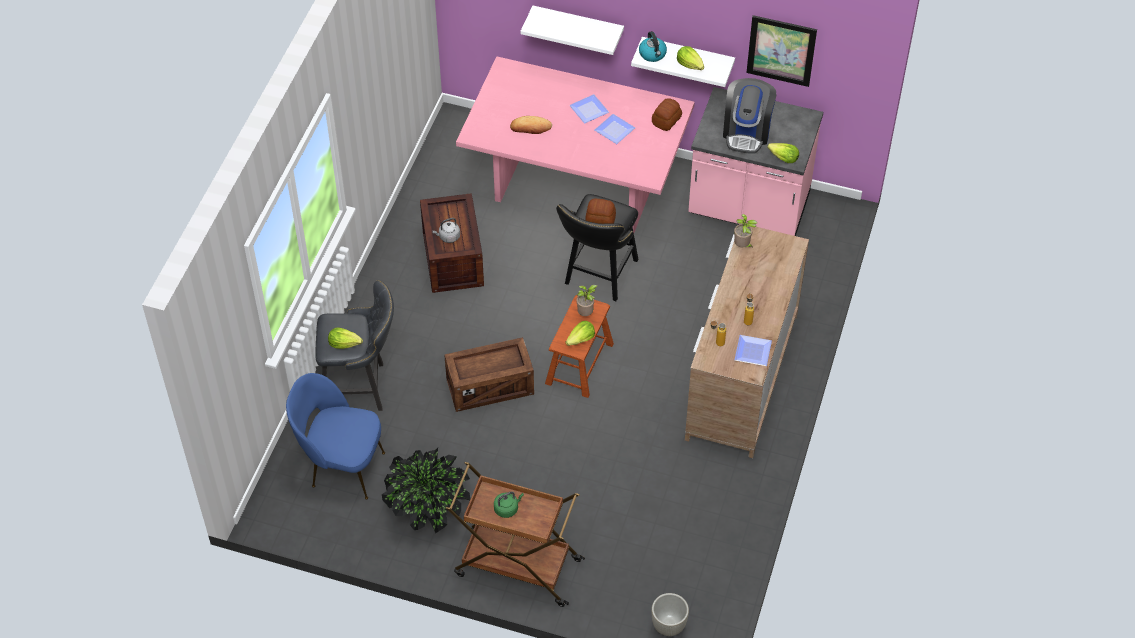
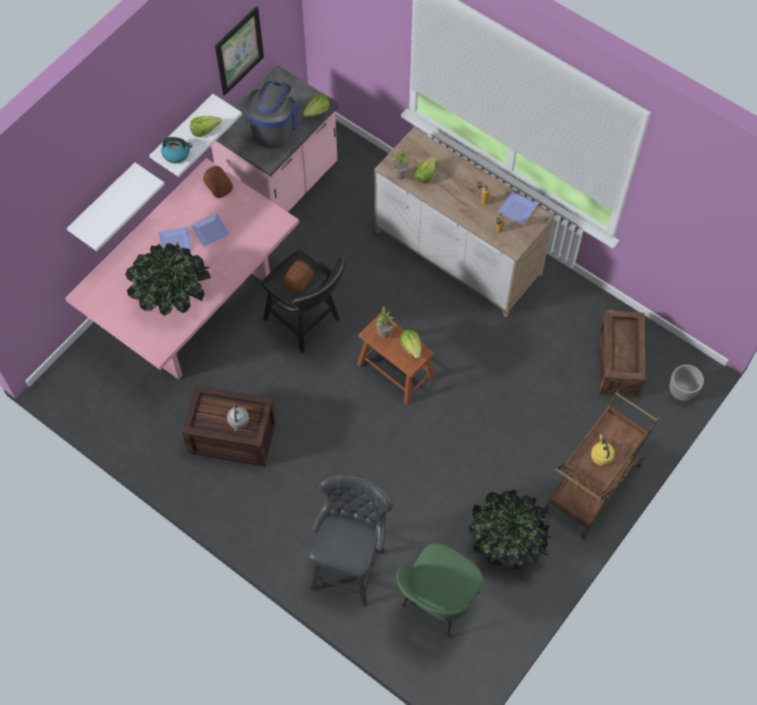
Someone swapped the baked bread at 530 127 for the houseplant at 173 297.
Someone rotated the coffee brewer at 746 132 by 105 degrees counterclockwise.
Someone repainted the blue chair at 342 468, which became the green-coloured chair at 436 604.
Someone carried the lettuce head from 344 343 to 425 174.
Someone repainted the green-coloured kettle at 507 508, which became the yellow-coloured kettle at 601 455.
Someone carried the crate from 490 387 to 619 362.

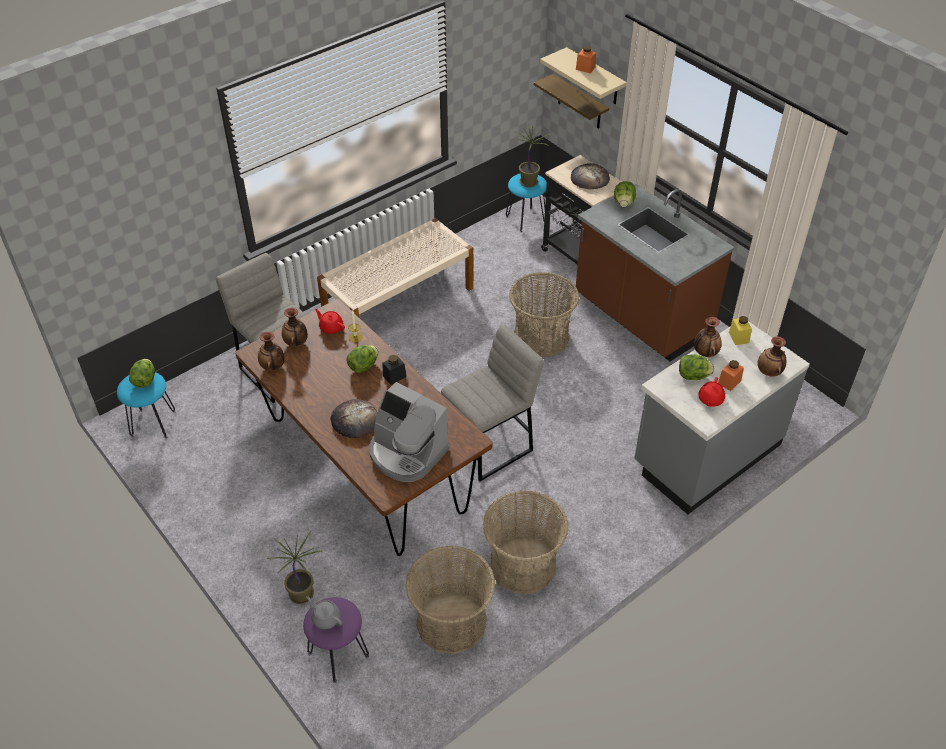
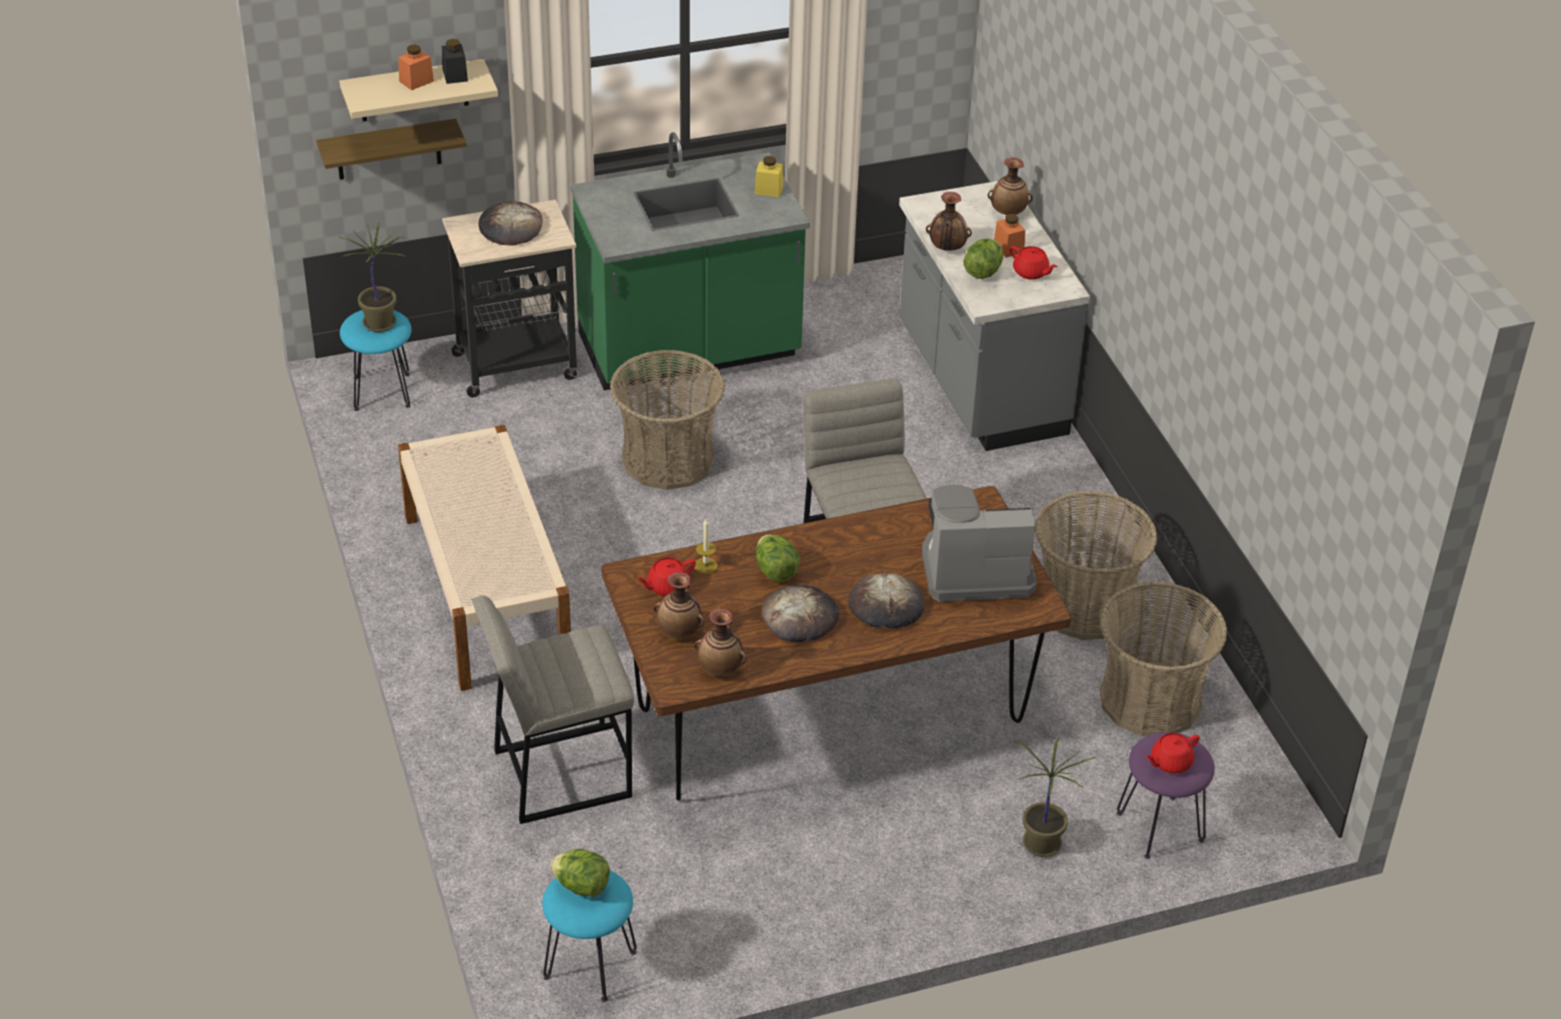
Someone carried the black storage jar from 394 376 to 455 75.
Someone repainted the brown counter at 641 317, which became the green-coloured counter at 689 350.
Someone carried the yellow-coloured storage jar from 738 337 to 768 190.
Someone put down the baked bread at 800 617.
Someone rotated the coffee brewer at 406 453 by 150 degrees counterclockwise.
Someone repainted the grey pot for tea at 326 618, which became the reddish pot for tea at 1170 762.
Someone took away the lettuce head at 623 203.

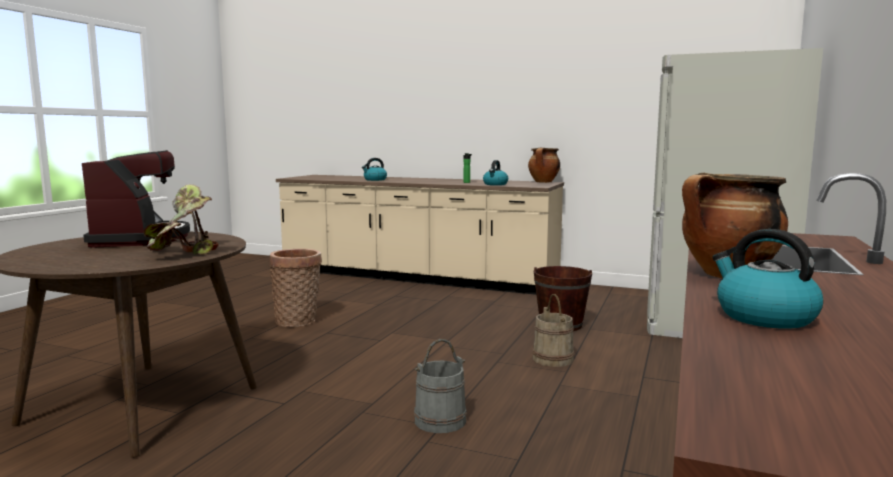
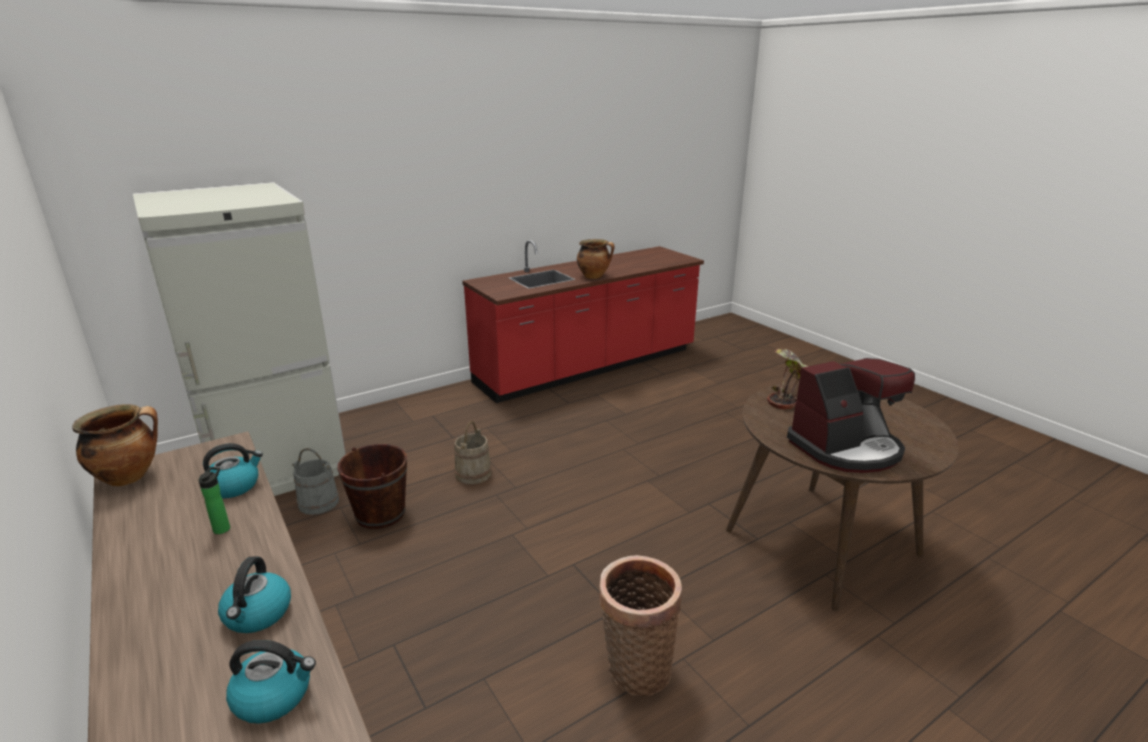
Someone carried the kettle from 763 317 to 258 614.
Someone carried the grey pail from 440 421 to 319 502.
Someone rotated the coffee brewer at 140 239 by 135 degrees counterclockwise.

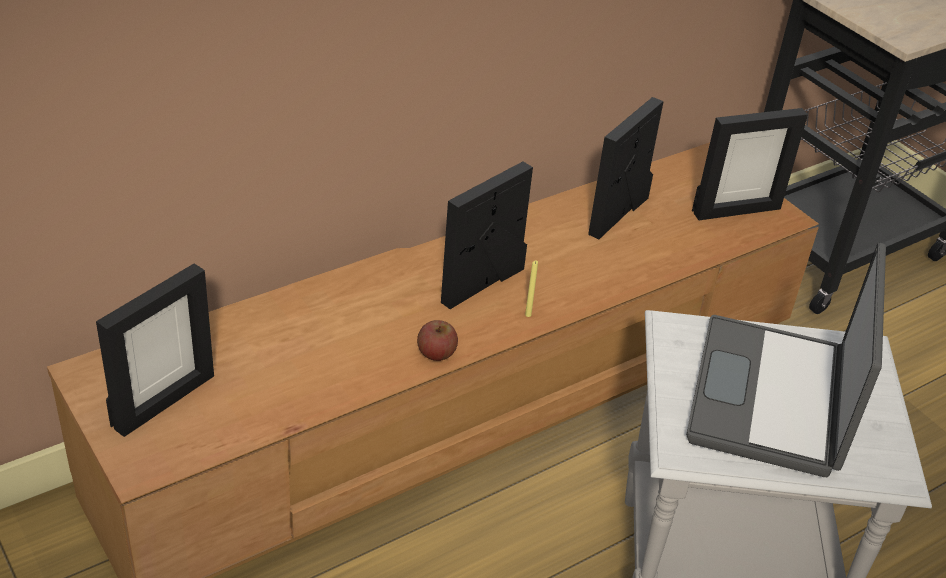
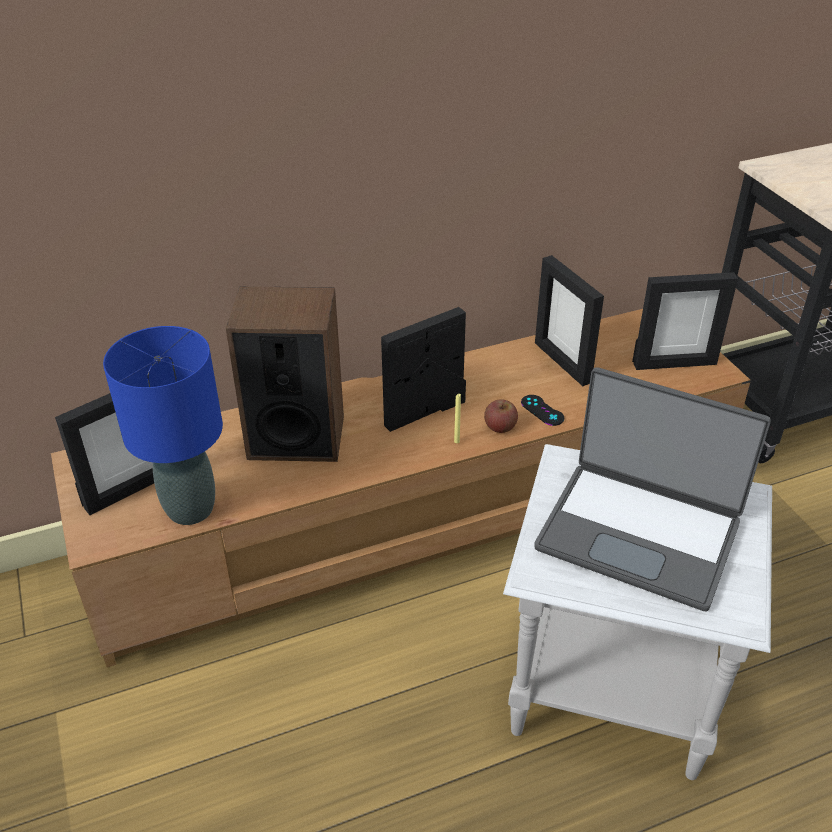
Someone put down the blue tabletop lamp at 190 508.
Someone put down the speaker at 296 437.
Someone carried the whole apple from 436 353 to 500 427.
Someone put down the black gamepad at 542 410.
Someone rotated the notebook computer at 773 398 by 90 degrees counterclockwise.
Someone rotated the picture frame at 618 216 by 75 degrees counterclockwise.

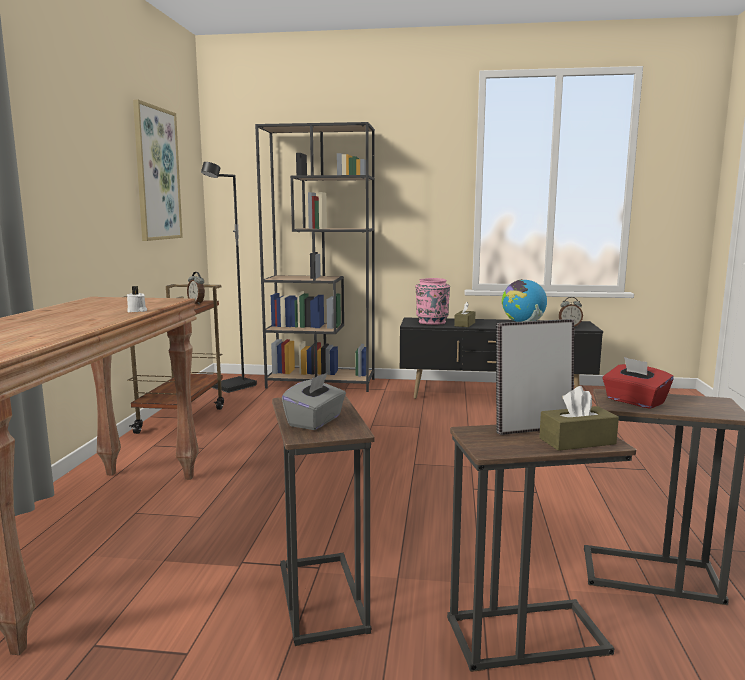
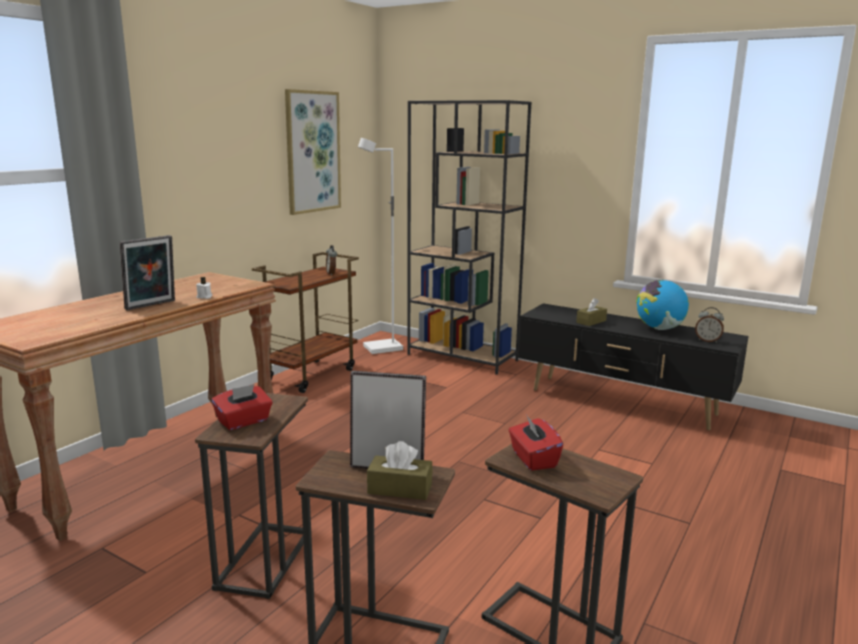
Someone put down the picture frame at 152 305.
Someone repainted the grey tissue holder at 315 421, which became the reddish tissue holder at 244 421.
Someone repainted the black standing lamp at 234 387, which became the white-coloured standing lamp at 382 348.
Someone took away the pinkish vase at 432 322.

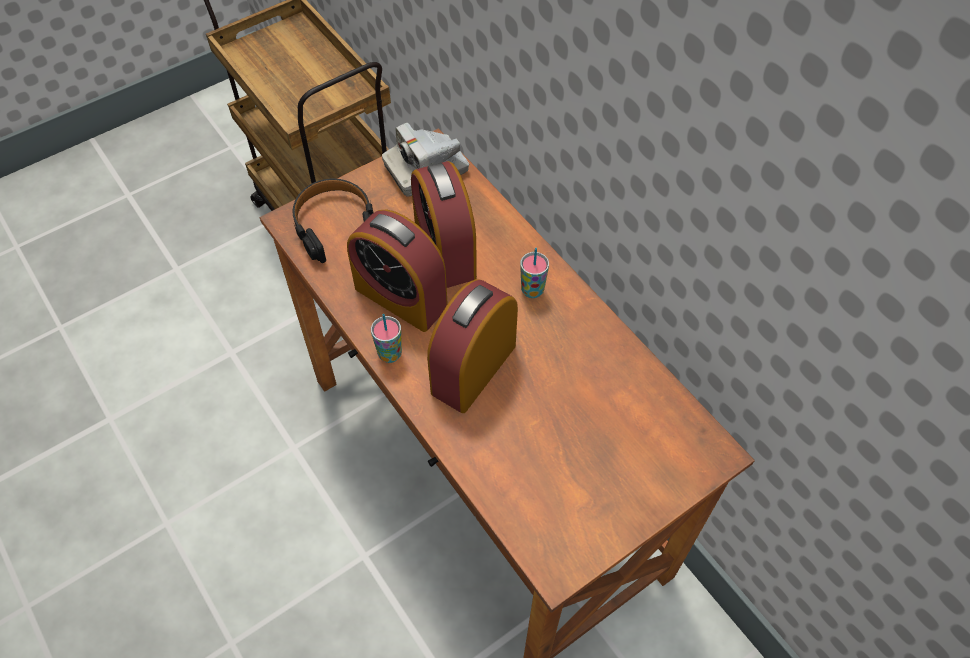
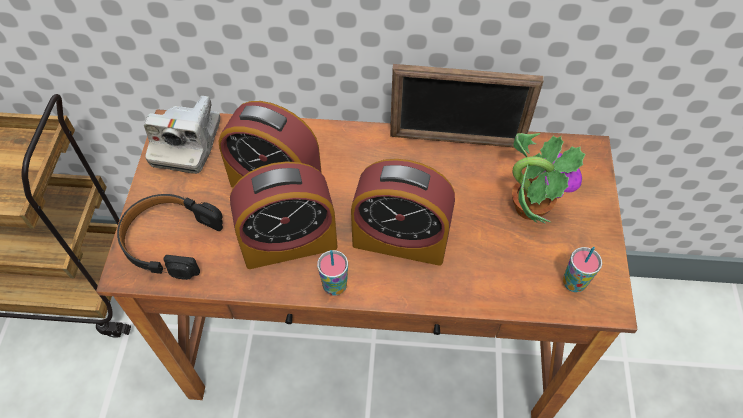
Someone rotated the bedside clock at 473 369 by 60 degrees counterclockwise.
Someone put down the picture frame at 456 140.
Someone put down the houseplant at 529 206.
Someone carried the cup from 532 290 to 573 283.

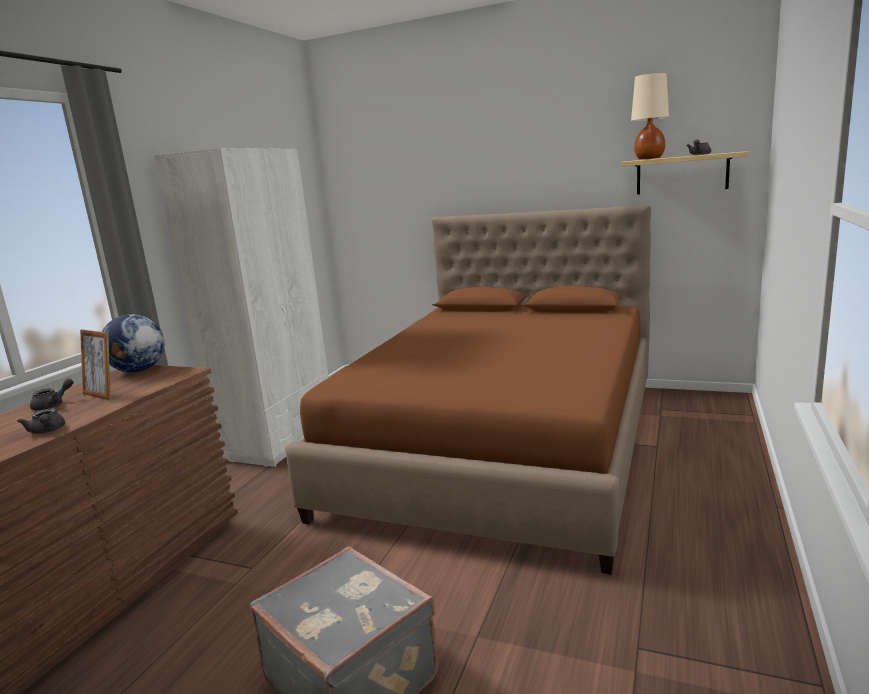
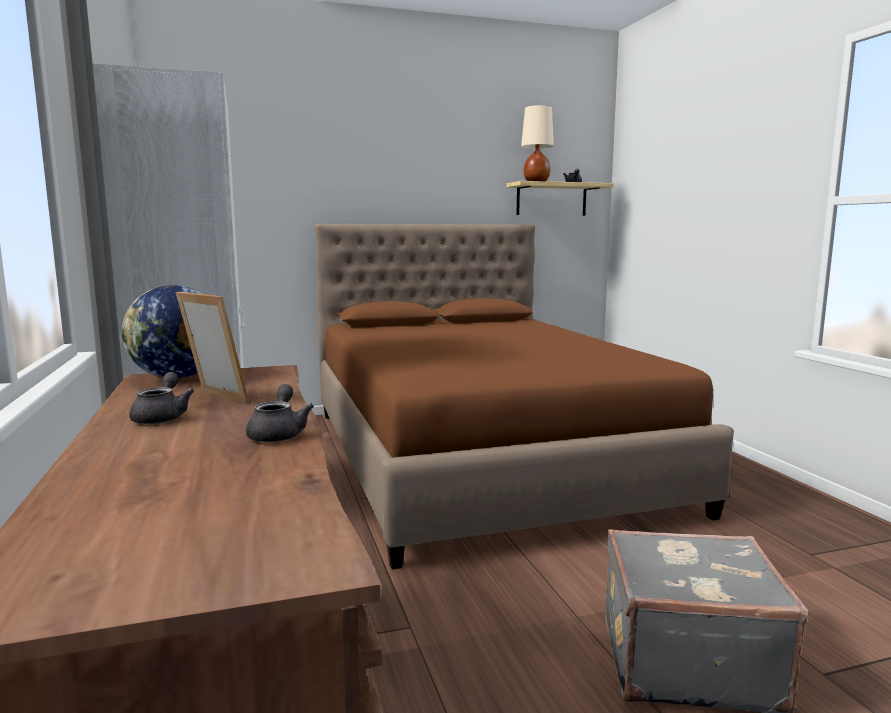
Someone rotated the picture frame at 102 394 by 135 degrees counterclockwise.
Someone rotated the grey pot for tea at 47 431 by 105 degrees counterclockwise.

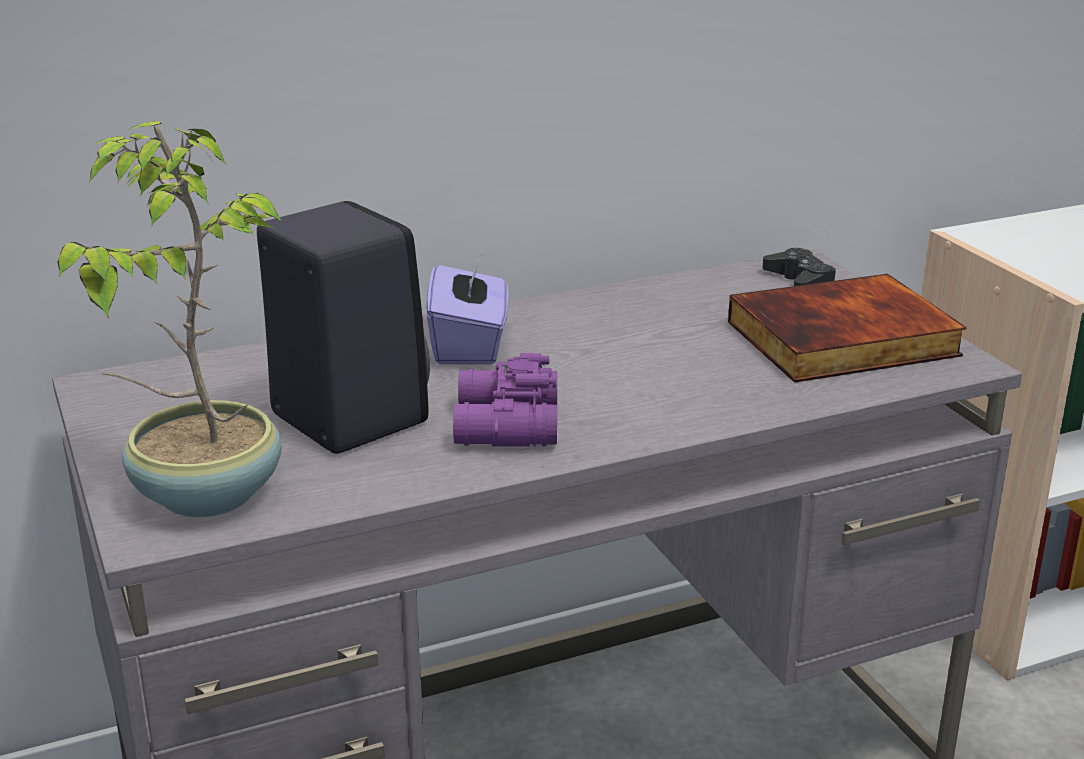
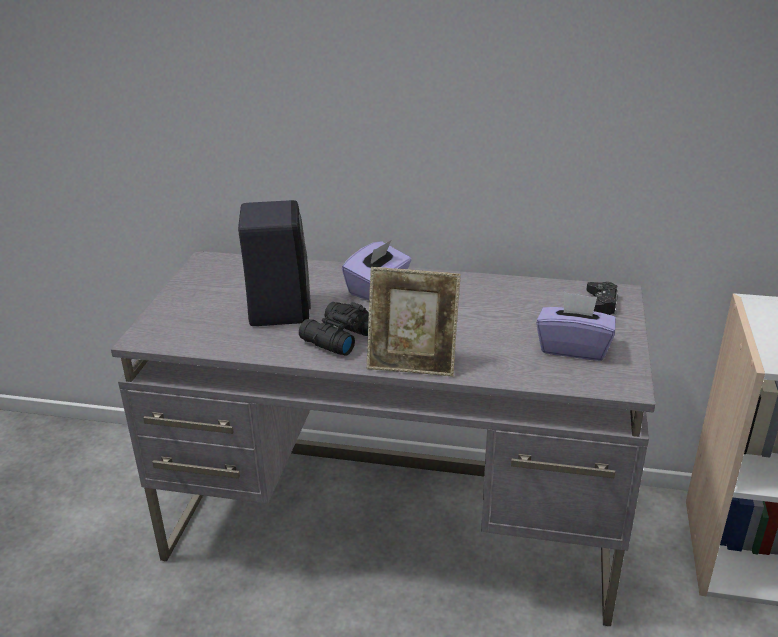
Someone repainted the purple-coloured binoculars at 503 426, which became the black binoculars at 337 337.
Someone put down the picture frame at 412 363.
Someone swapped the bound book at 843 340 for the purple-coloured tissue holder at 573 348.
Someone took away the houseplant at 204 494.

